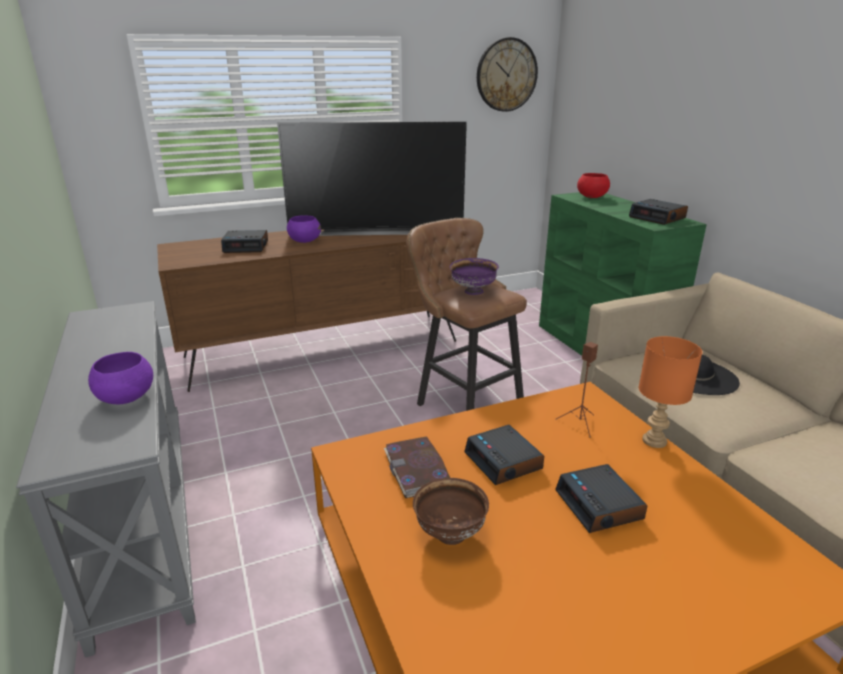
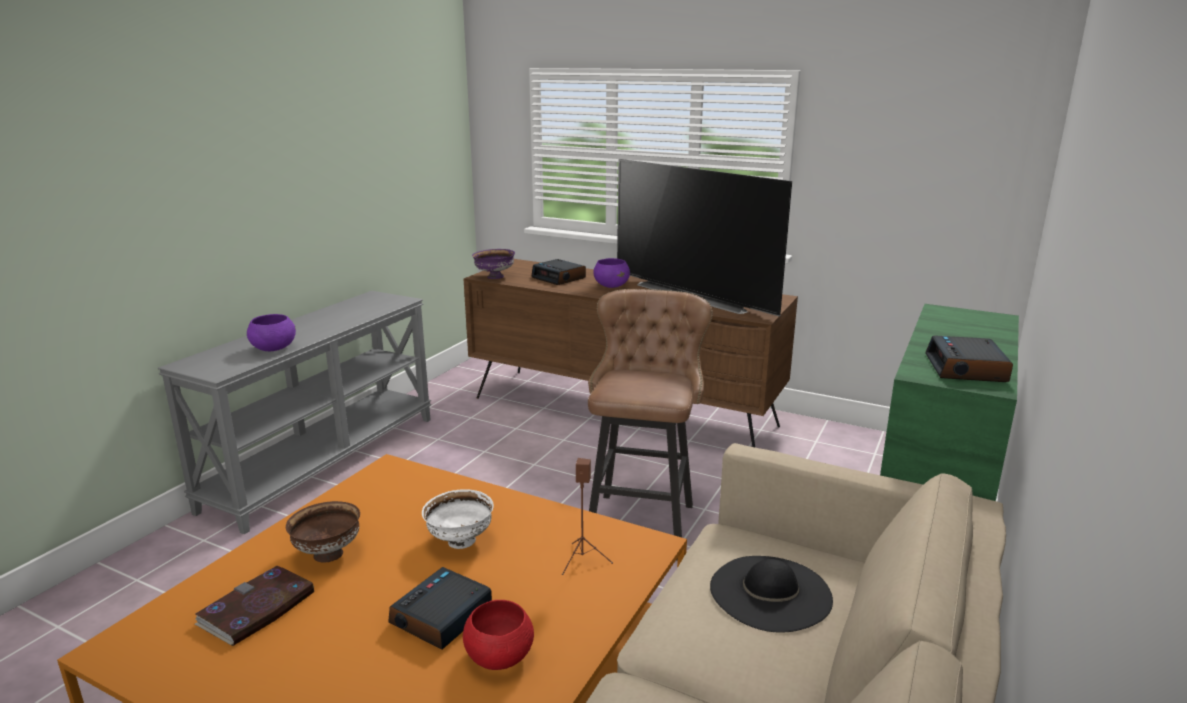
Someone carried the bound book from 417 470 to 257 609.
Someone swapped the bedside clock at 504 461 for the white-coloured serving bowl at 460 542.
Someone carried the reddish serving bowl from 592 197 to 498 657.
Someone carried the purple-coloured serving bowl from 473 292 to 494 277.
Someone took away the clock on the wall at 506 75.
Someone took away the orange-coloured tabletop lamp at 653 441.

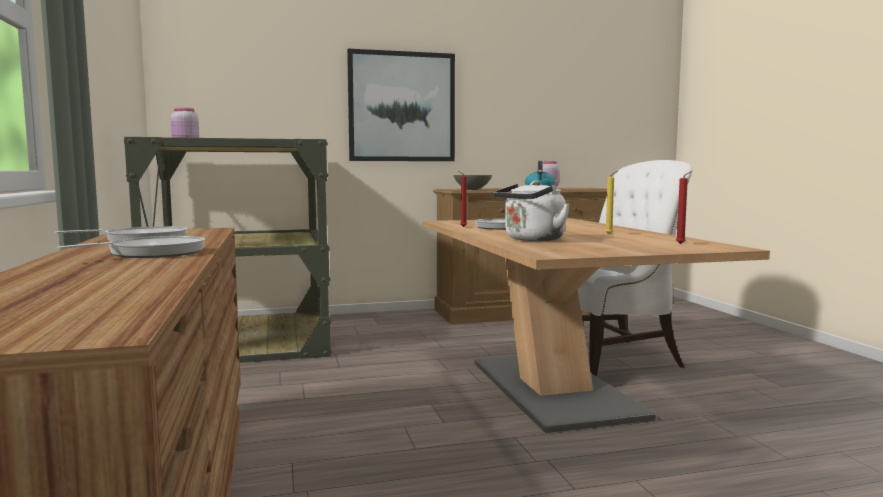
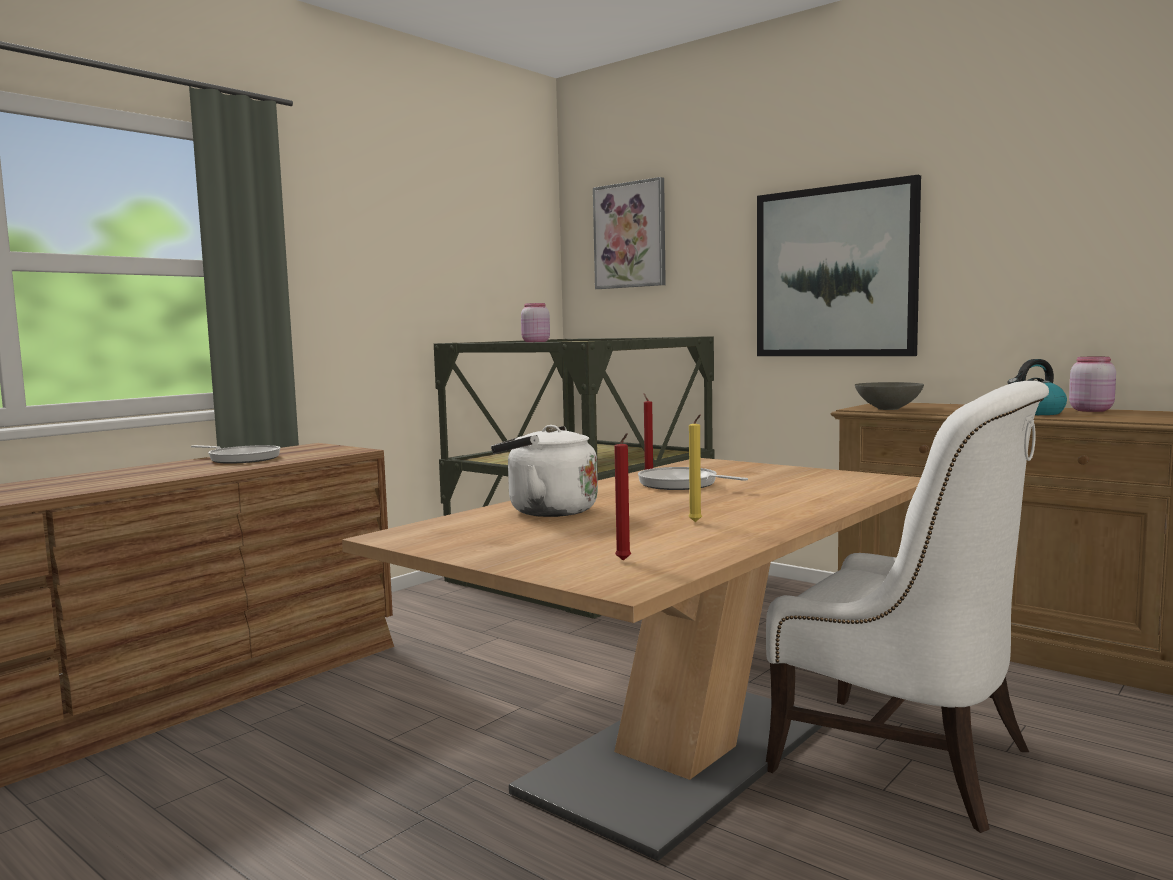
Someone put up the picture at 630 235.
Someone took away the skillet at 151 253.

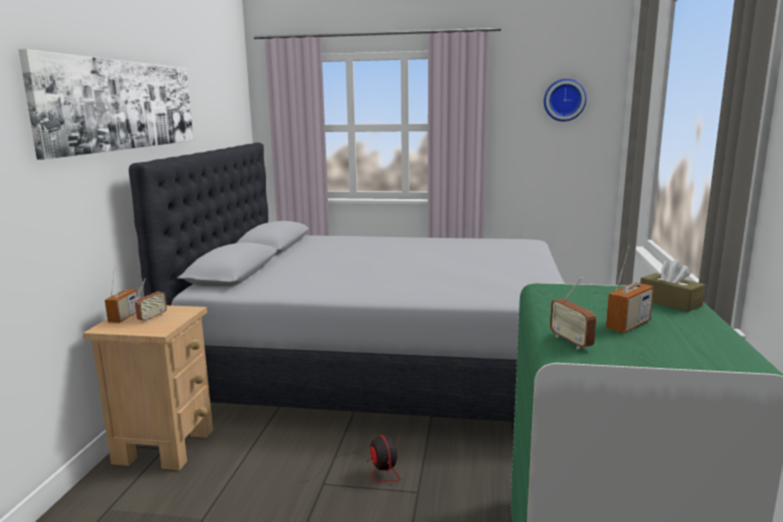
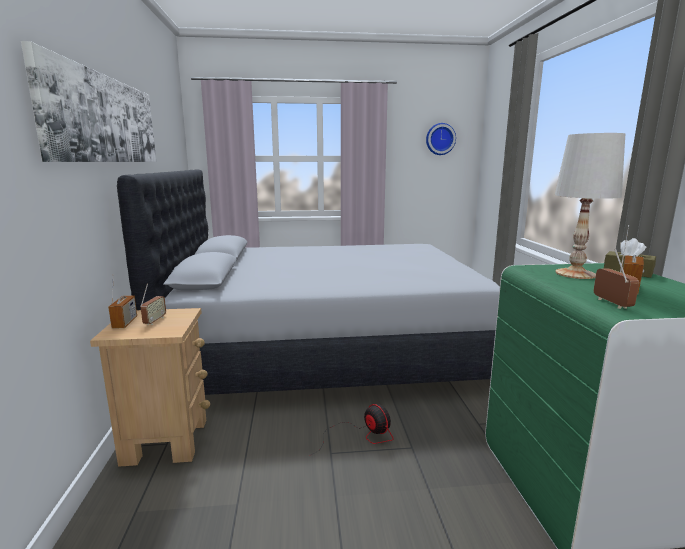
Someone put down the white-coloured tabletop lamp at 576 274.
Someone rotated the radio set at 571 342 by 150 degrees counterclockwise.

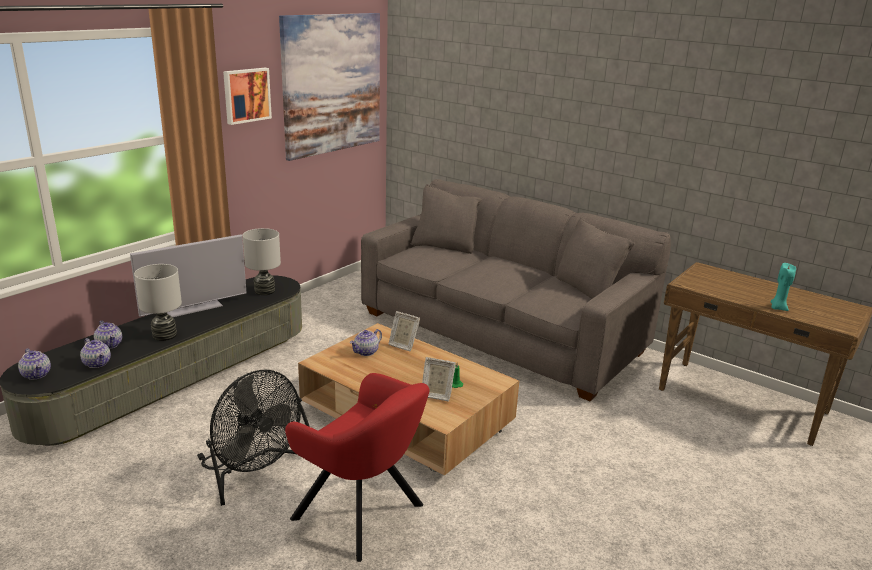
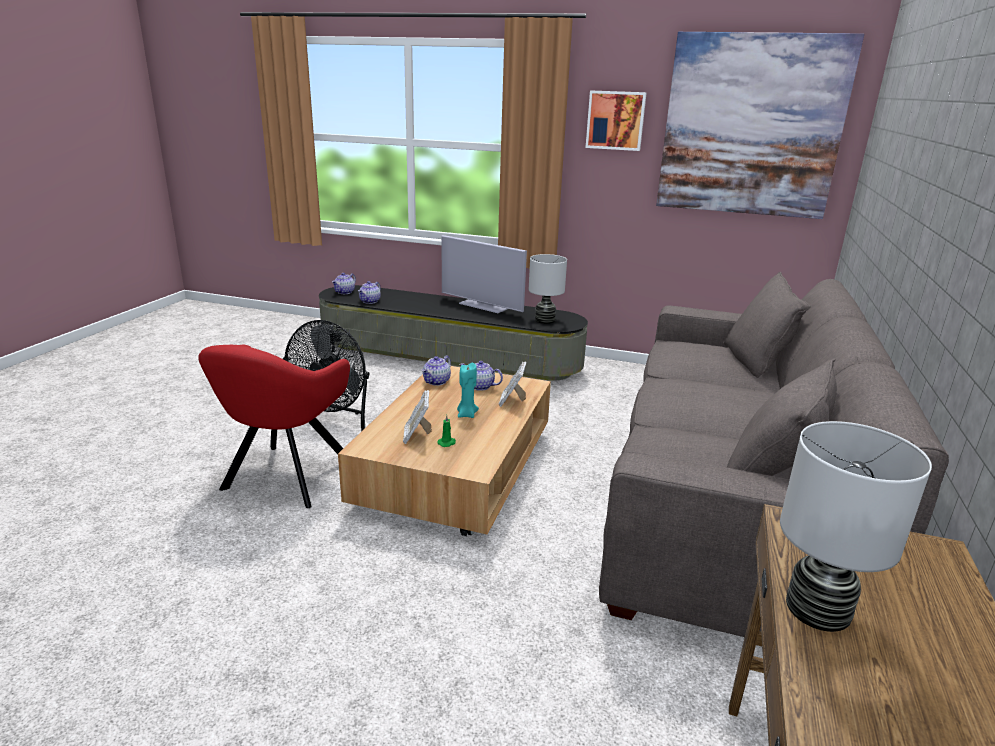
Someone carried the pot for tea from 110 345 to 437 382.
Someone carried the blue-green candle from 777 308 to 466 414.
Someone carried the grey tabletop lamp from 164 335 to 817 609.

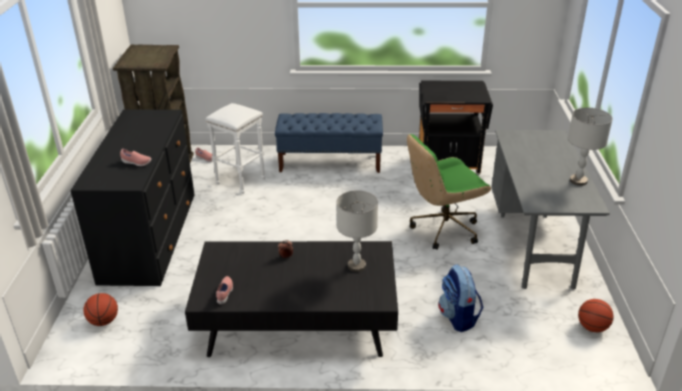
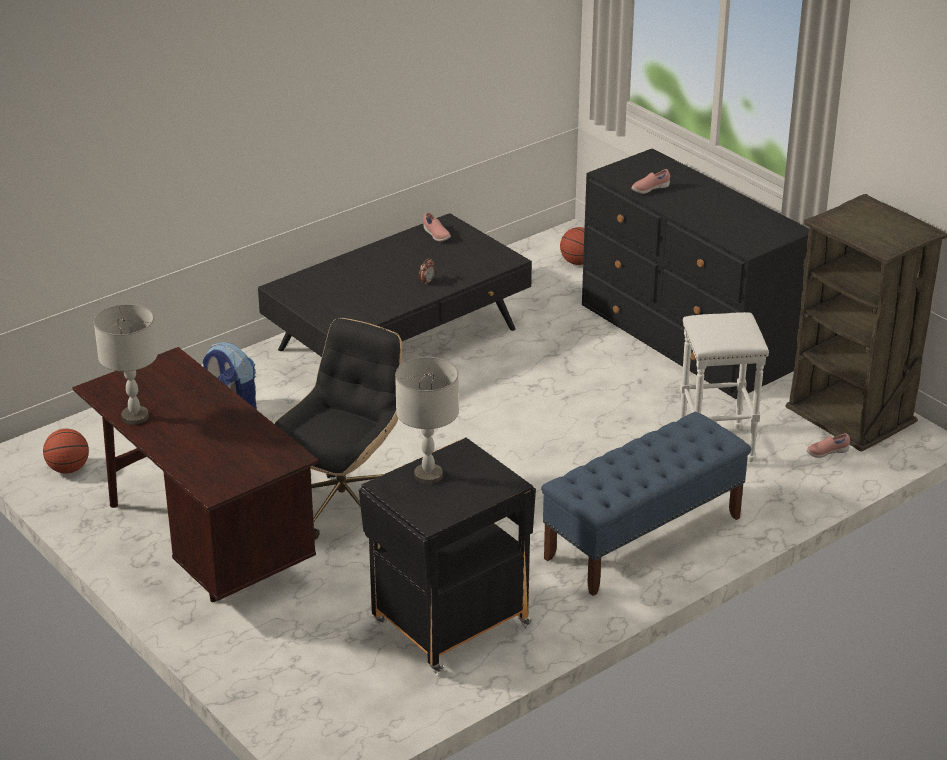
Someone repainted the grey desk unit at 533 243, which became the brown desk unit at 203 545.
Someone repainted the green-coloured desk chair at 443 231, which became the black desk chair at 344 505.
Someone carried the grey tabletop lamp from 356 266 to 428 475.

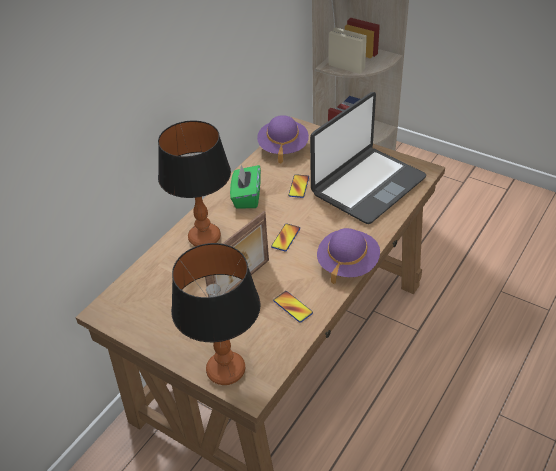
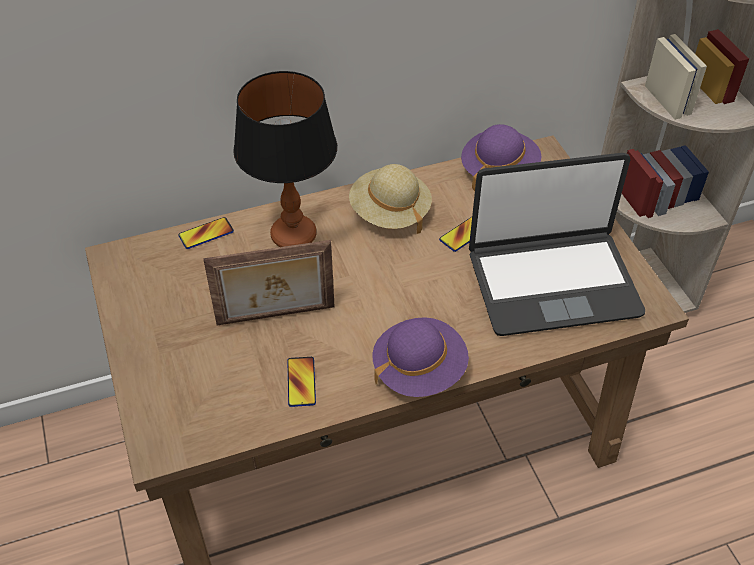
Someone carried the handset from 285 238 to 206 234.
Someone swapped the green-coloured tissue holder at 246 197 for the sand-coloured hat at 390 212.
Someone took away the tabletop lamp at 226 370.

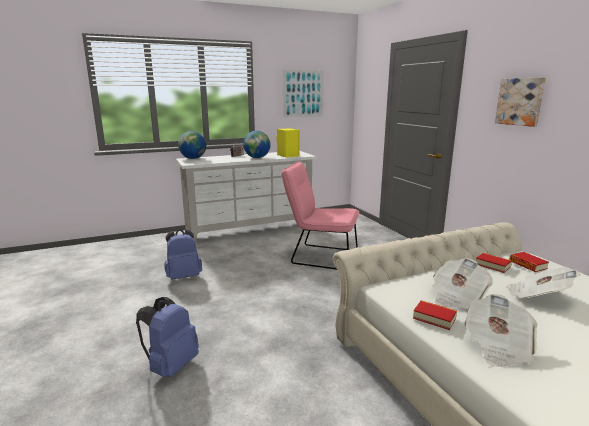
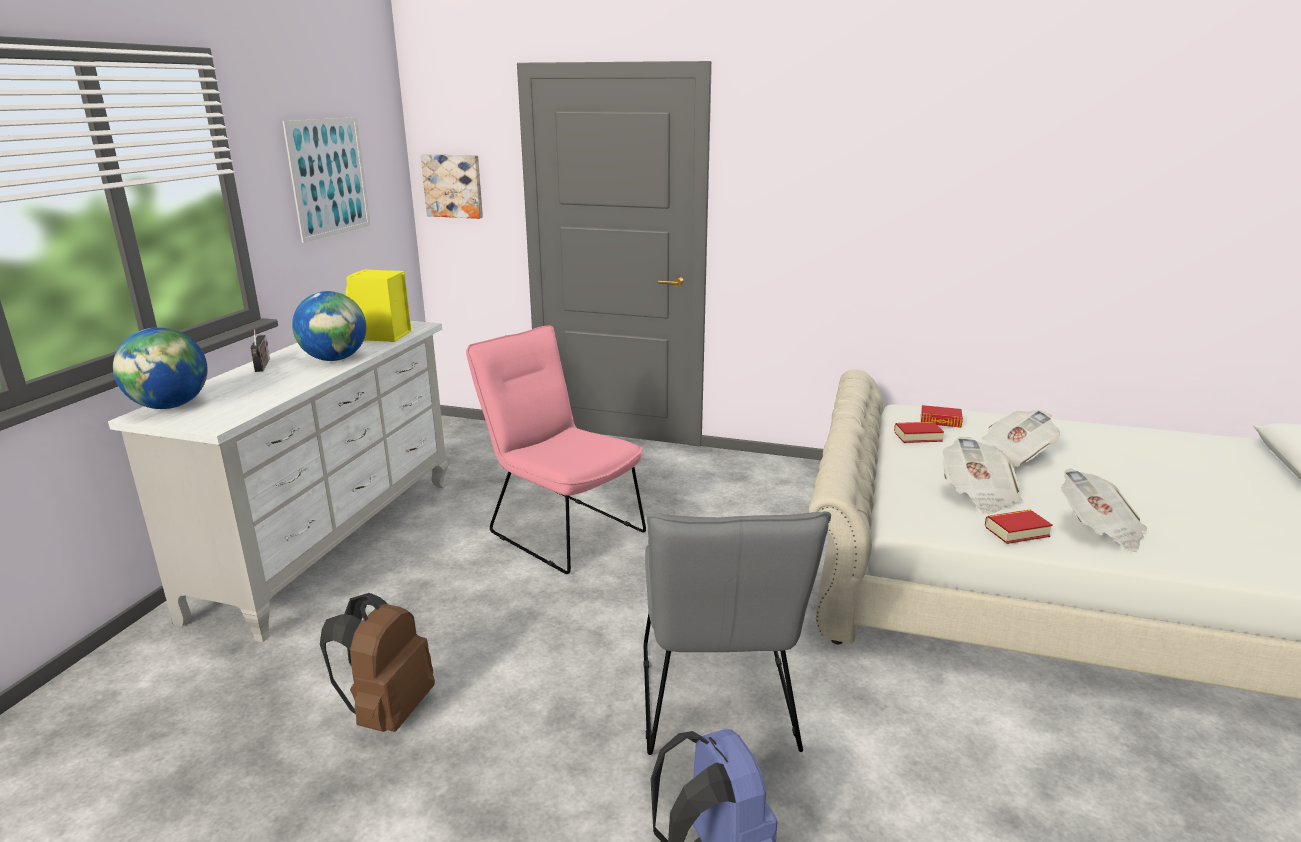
Someone repainted the blue rucksack at 184 276, which became the brown rucksack at 387 711.
Someone carried the picture from 520 101 to 453 186.
Someone rotated the pinkish chair at 320 256 by 75 degrees clockwise.
Someone put down the grey chair at 717 706.

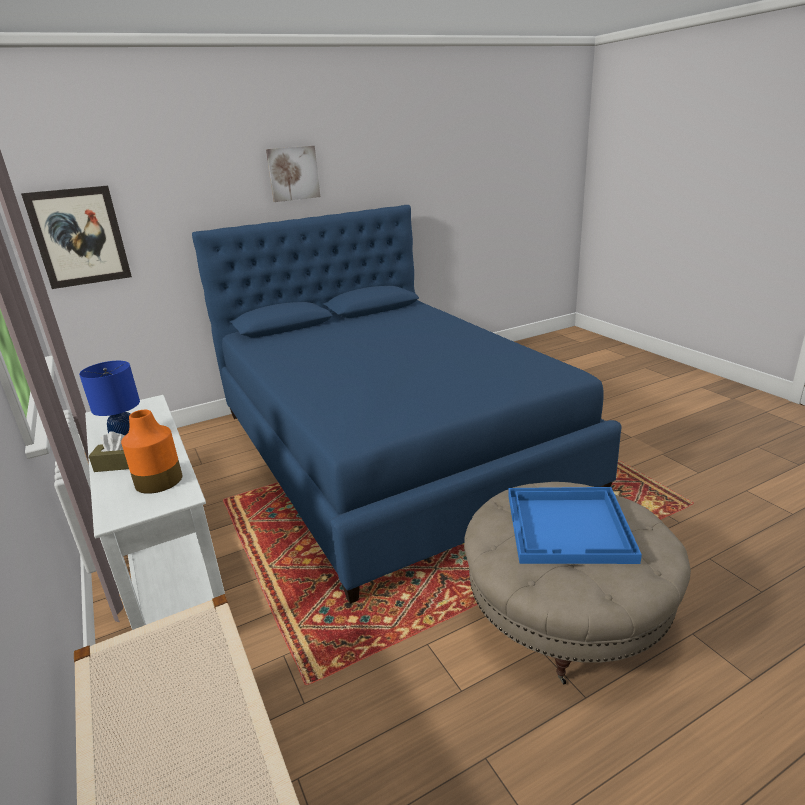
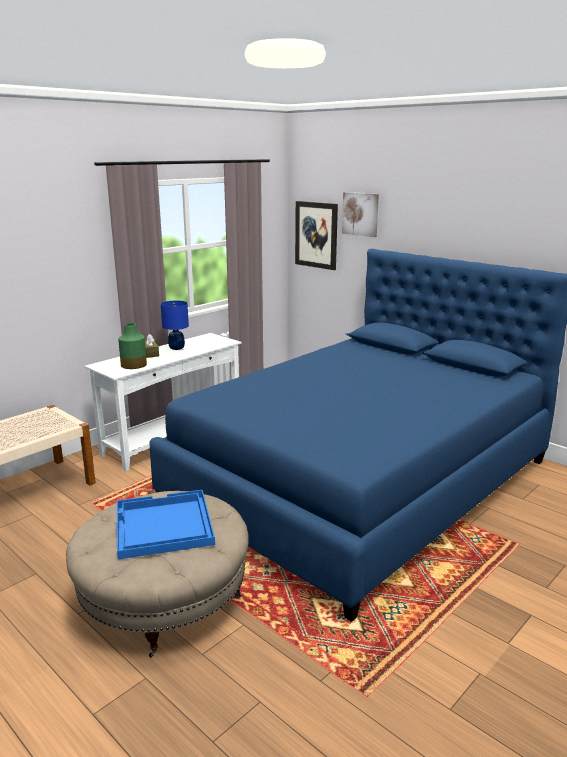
Someone repainted the orange-coloured vase at 158 481, which became the green-coloured vase at 133 364.
Someone carried the picture from 293 173 to 360 214.

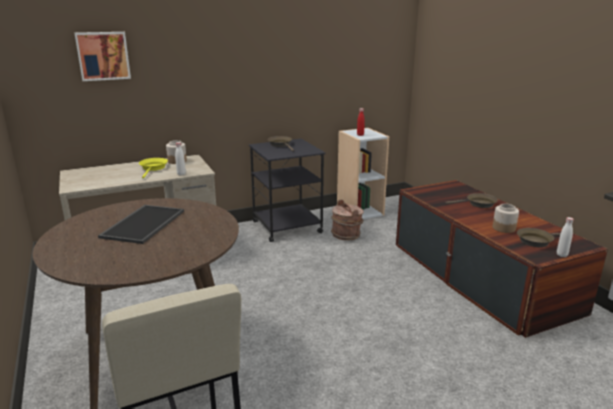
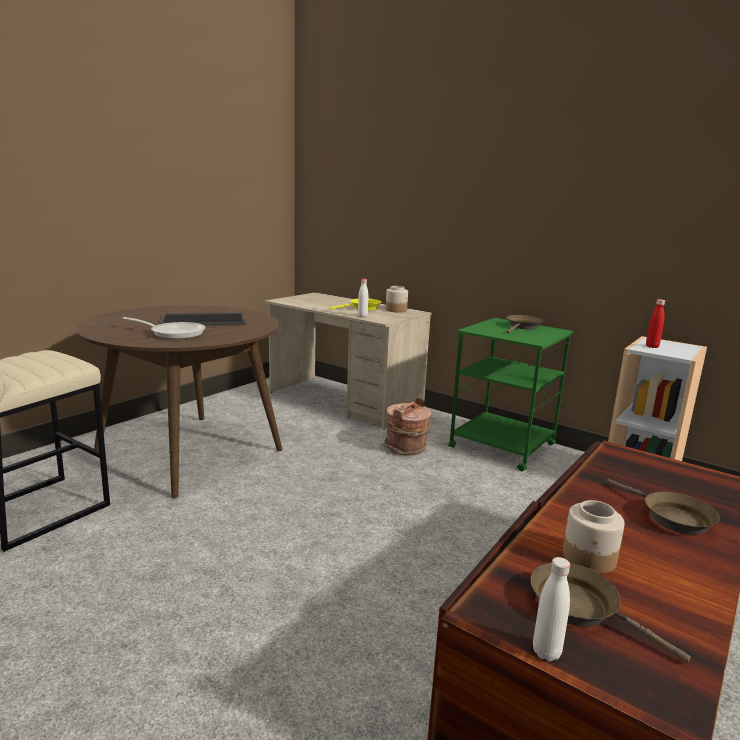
Someone put down the skillet at 174 333.
Someone carried the brown pail from 346 235 to 406 448.
Someone repainted the black wheeled cart at 288 226, which became the green-coloured wheeled cart at 503 446.
Someone took away the picture at 103 56.

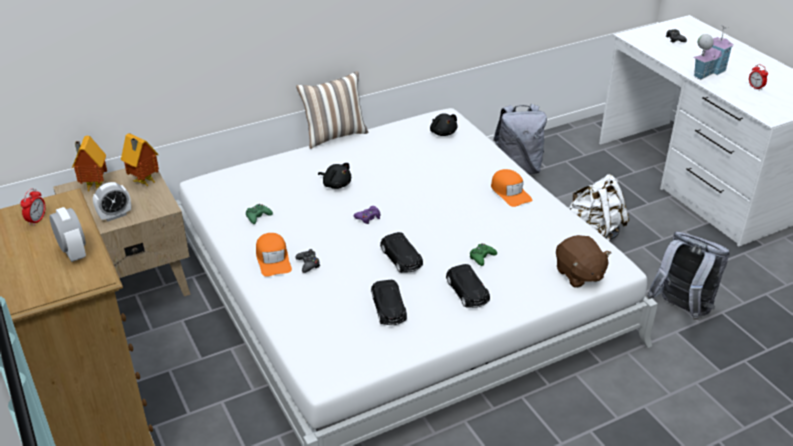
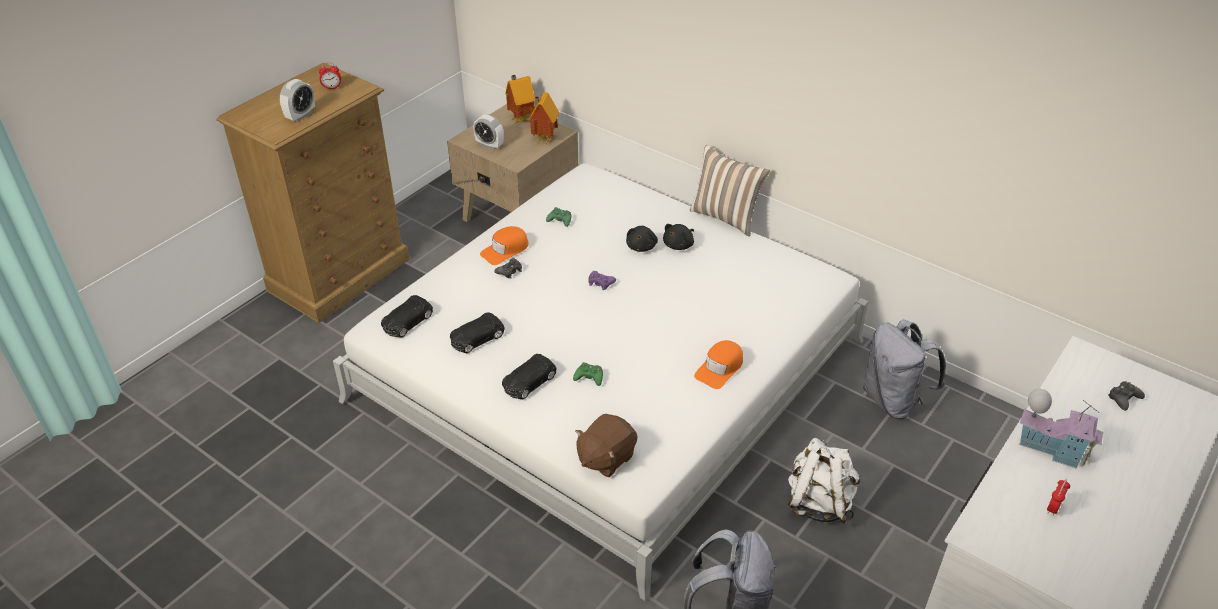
Someone carried the black miniature car from 401 258 to 407 322.
Someone carried the black plush toy from 443 132 to 679 245.

